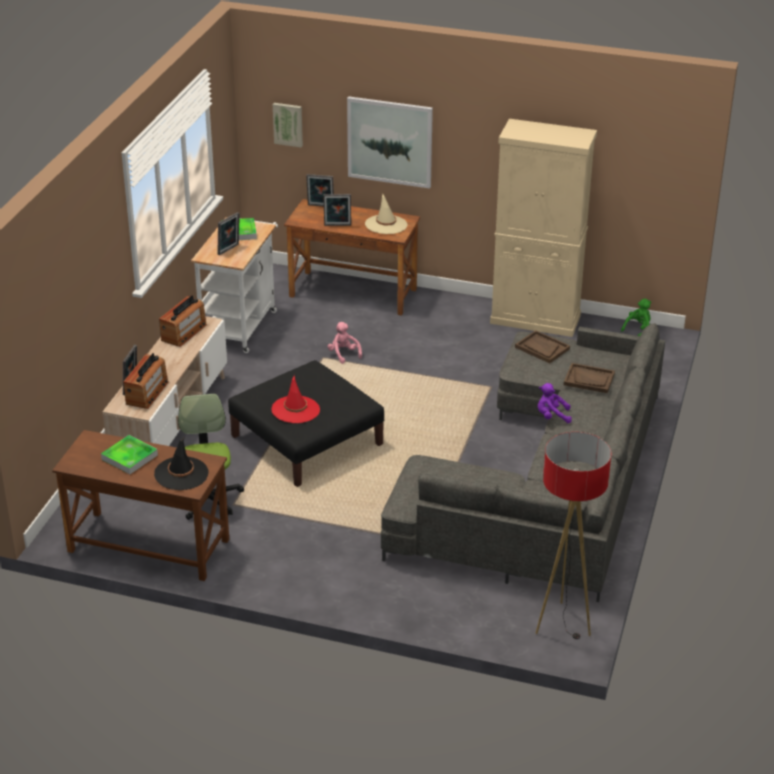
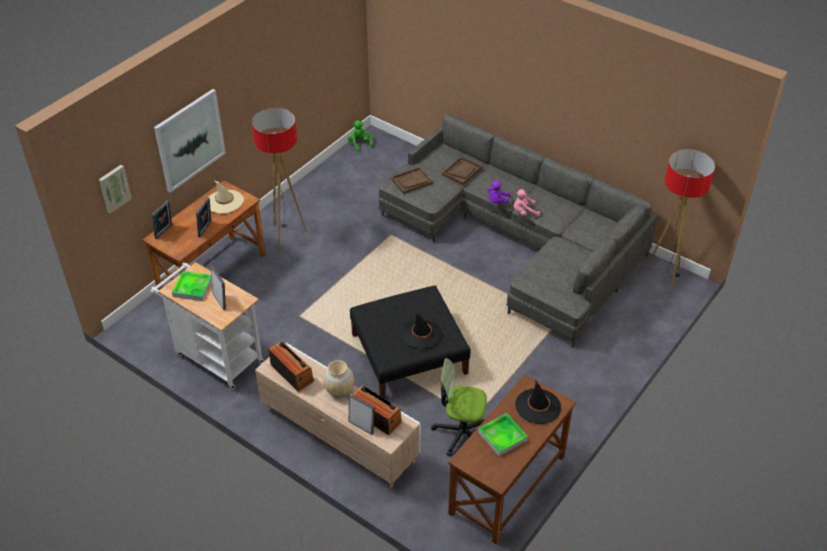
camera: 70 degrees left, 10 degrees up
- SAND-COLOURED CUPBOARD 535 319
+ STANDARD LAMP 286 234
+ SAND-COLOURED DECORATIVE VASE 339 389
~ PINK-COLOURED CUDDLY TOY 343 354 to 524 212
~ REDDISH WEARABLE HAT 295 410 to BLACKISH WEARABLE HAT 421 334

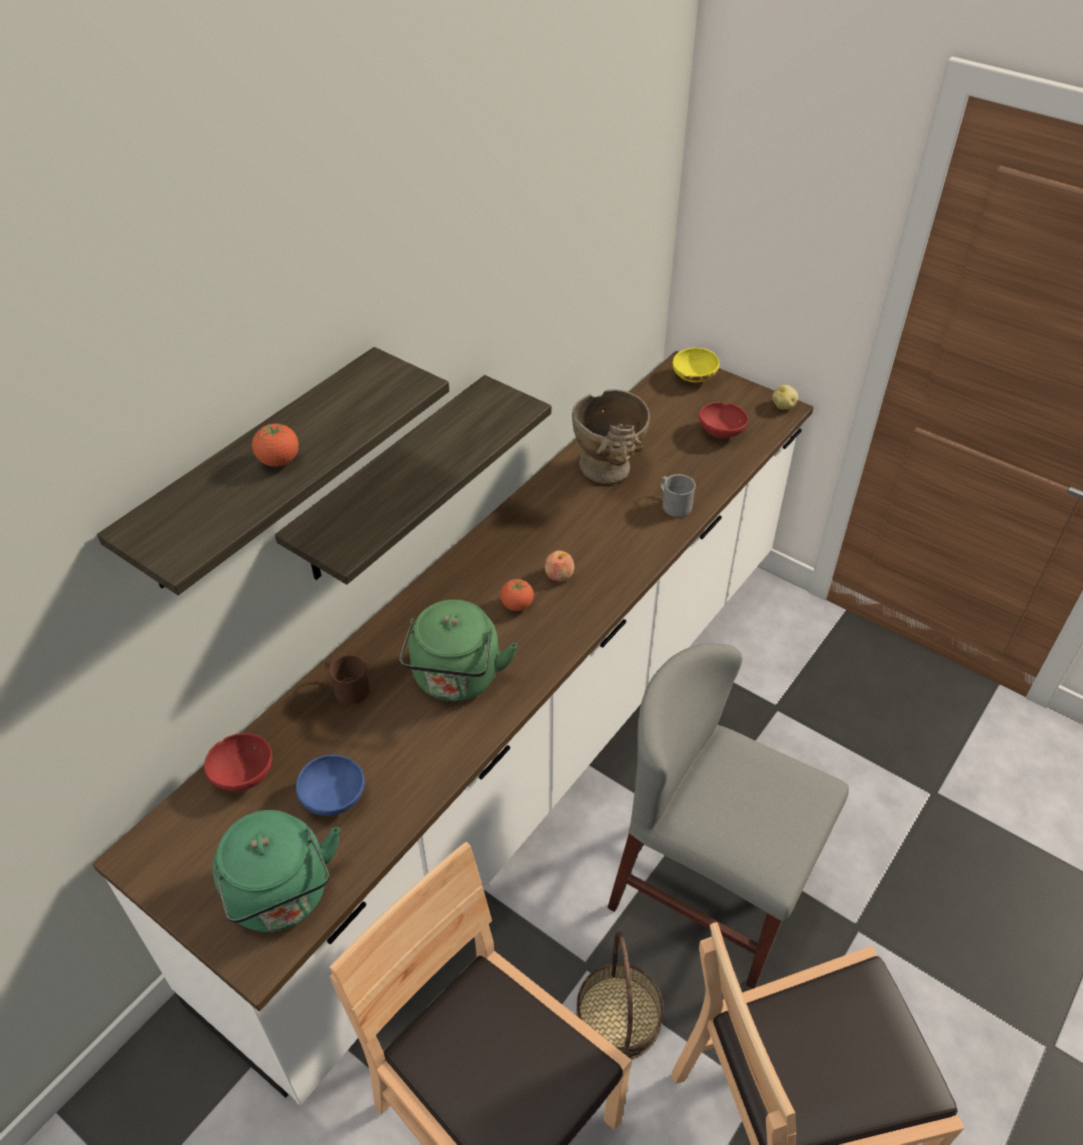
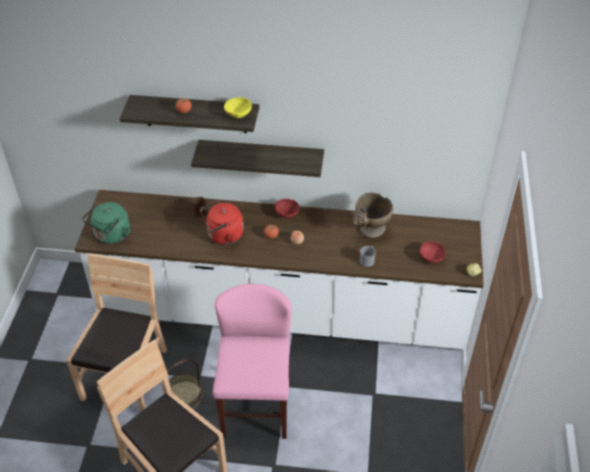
camera: 60 degrees right, 0 degrees up
- BLUISH DEEP DISH 335 798
~ REDDISH DEEP DISH 244 773 to 287 214
~ YELLOWISH DEEP DISH 693 378 to 238 114
~ GREEN-COLOURED WATER KETTLE 456 680 to REDDISH WATER KETTLE 223 236
~ GRAY CHAIR 709 893 to PINK-COLOURED CHAIR 256 405

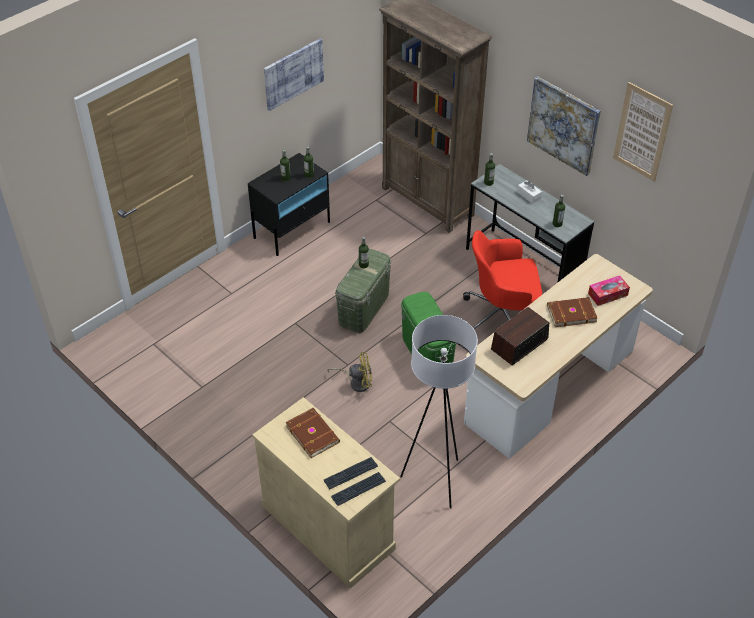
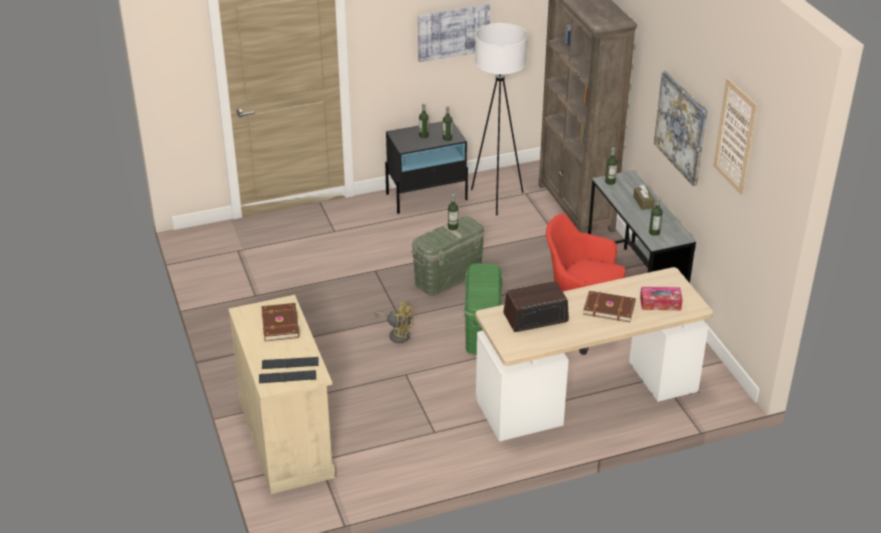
camera: 25 degrees right, 10 degrees down
~ WHITE STANDARD LAMP 435 480 to 496 198
~ WHITE TISSUE BOX 529 195 to BROWNISH TISSUE BOX 643 202

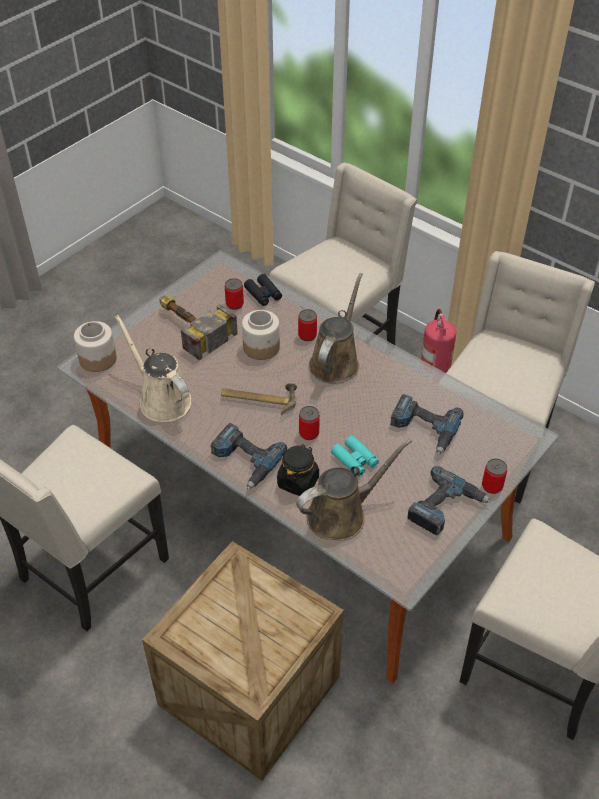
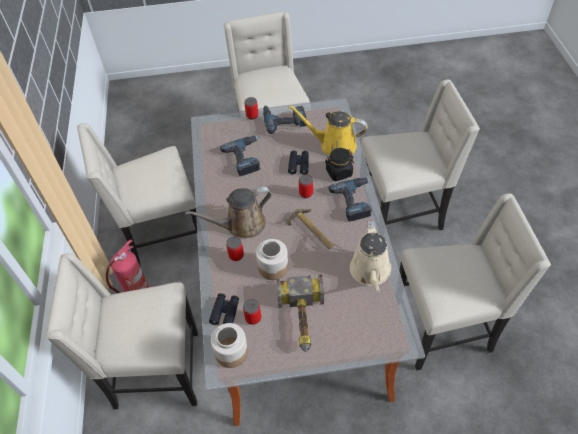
camera: 135 degrees left, 5 degrees up
~ JAR 97 358 to 231 352
~ PACKING CRATE 249 690 to SAND-COLOURED CHAIR 402 213
~ BROWNISH WATERING POT 341 514 to YELLOWISH WATERING POT 334 145
~ BLUE-GREEN FIELD GLASSES 355 460 to BLACKISH FIELD GLASSES 298 165

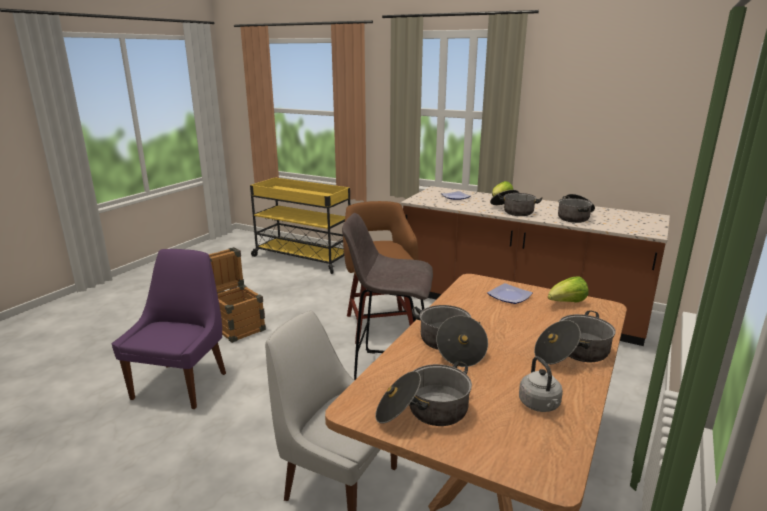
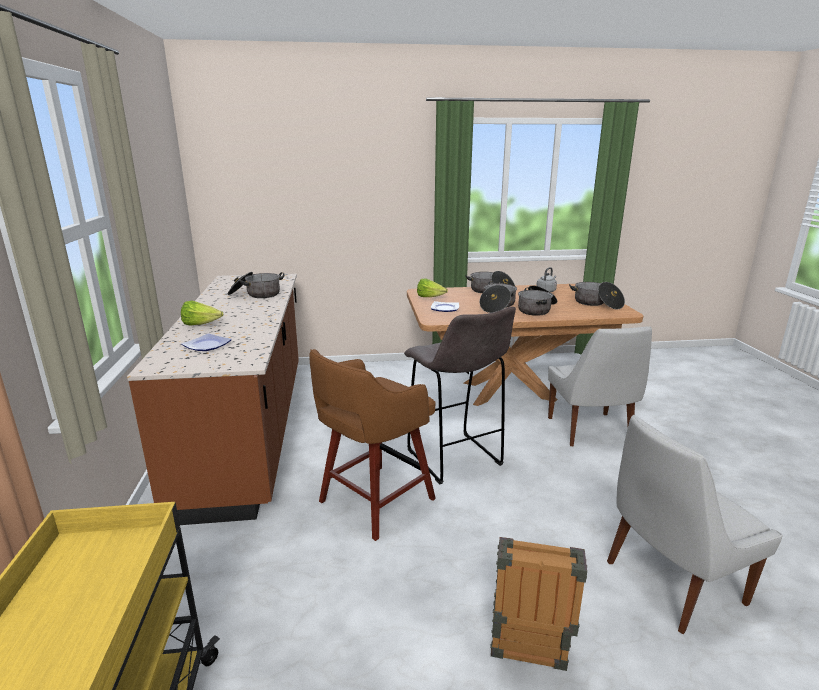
camera: 125 degrees left, 0 degrees up
~ STOCKPOT 513 211 to 497 306
~ PURPLISH CHAIR 182 384 to WHITE CHAIR 670 583

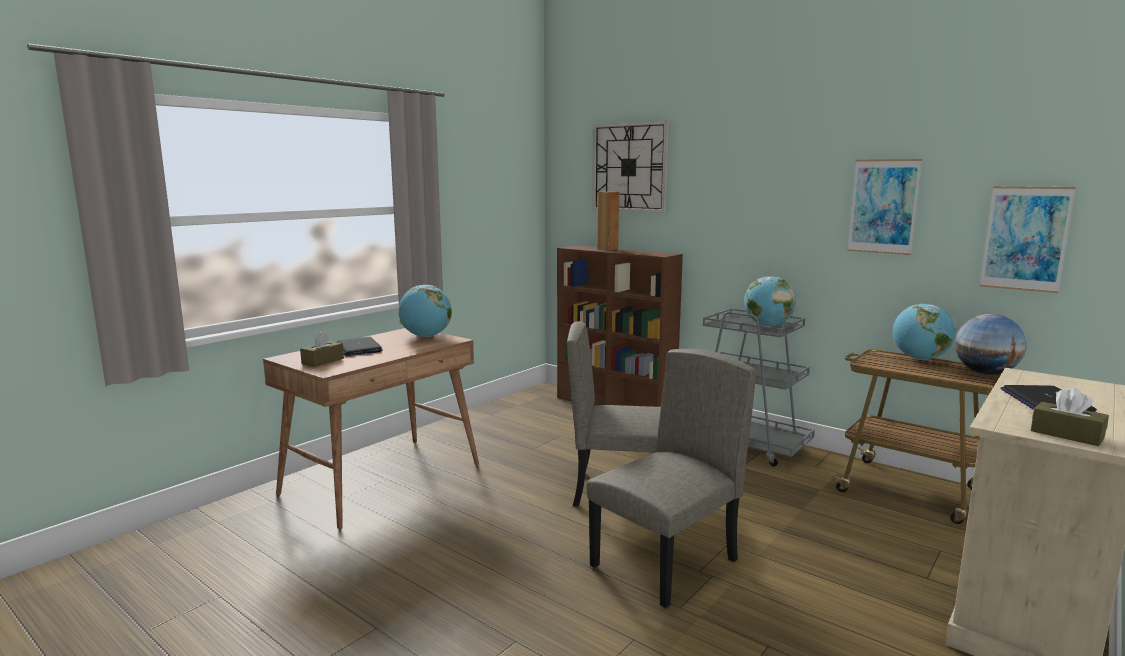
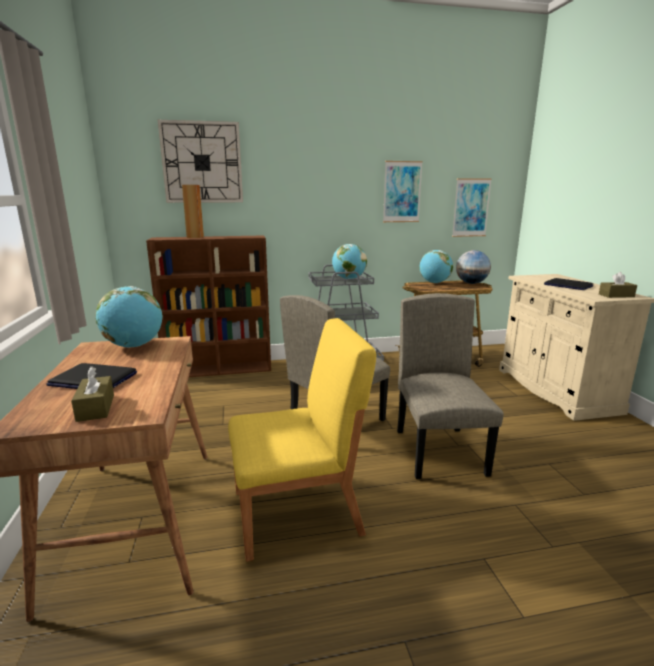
camera: 50 degrees left, 5 degrees up
+ YELLOWISH CHAIR 298 512

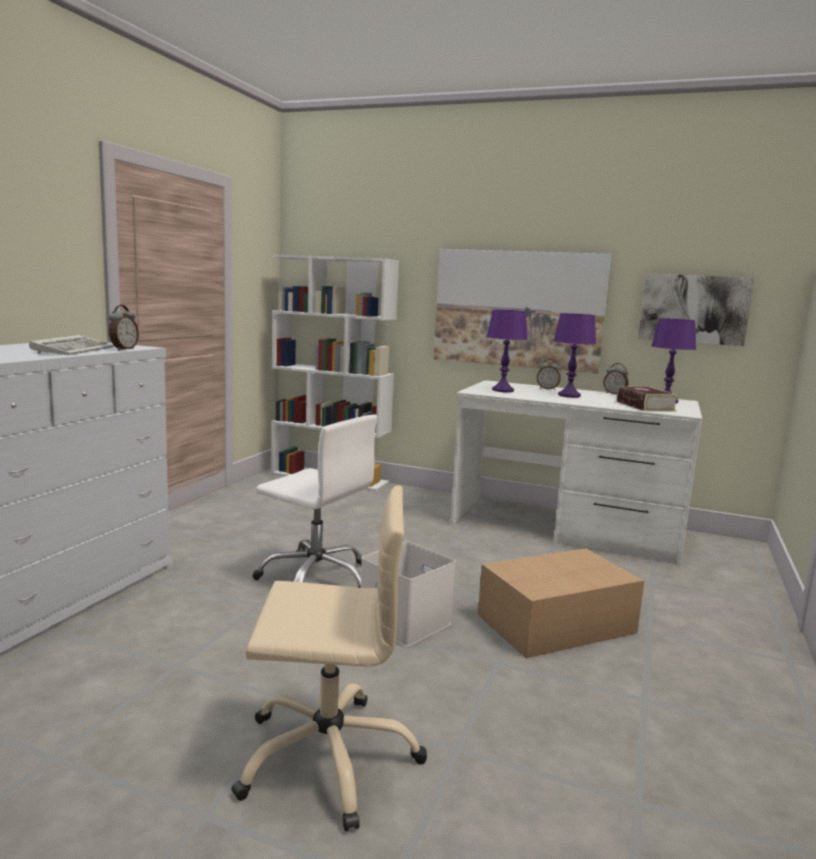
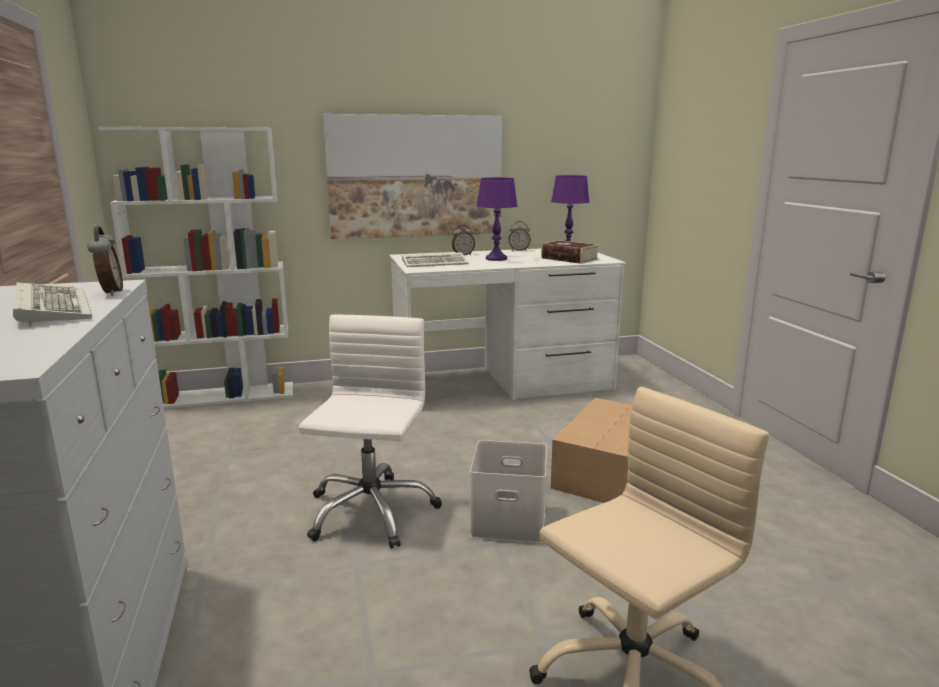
camera: 35 degrees left, 5 degrees up
- WALL ART 694 309
~ PURPLISH TABLETOP LAMP 503 390 to PC KEYBOARD 436 263
~ WHITE DESK CHAIR 316 578 = 370 511 75 degrees counterclockwise

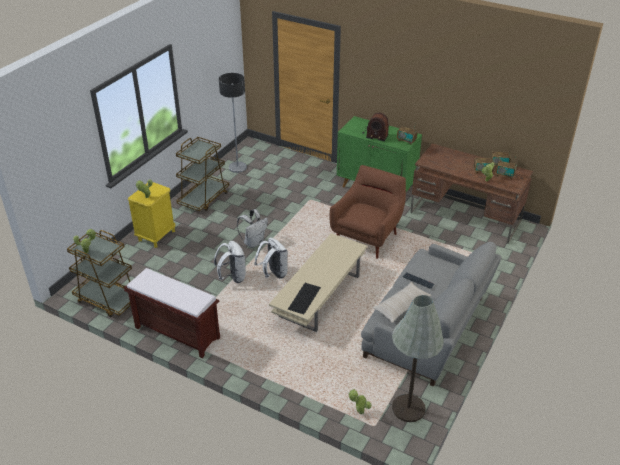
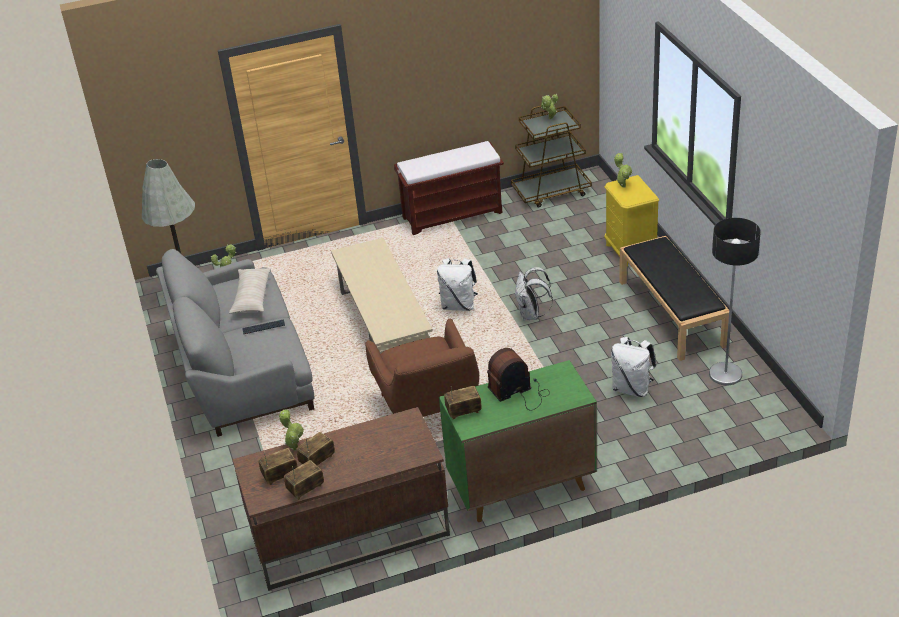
camera: 135 degrees right, 0 degrees up
- PC KEYBOARD 304 298
~ WHITE KNAPSACK 232 277 to 632 388
~ BROWNISH CART 204 198 to BLACKISH LONG SEAT 672 313

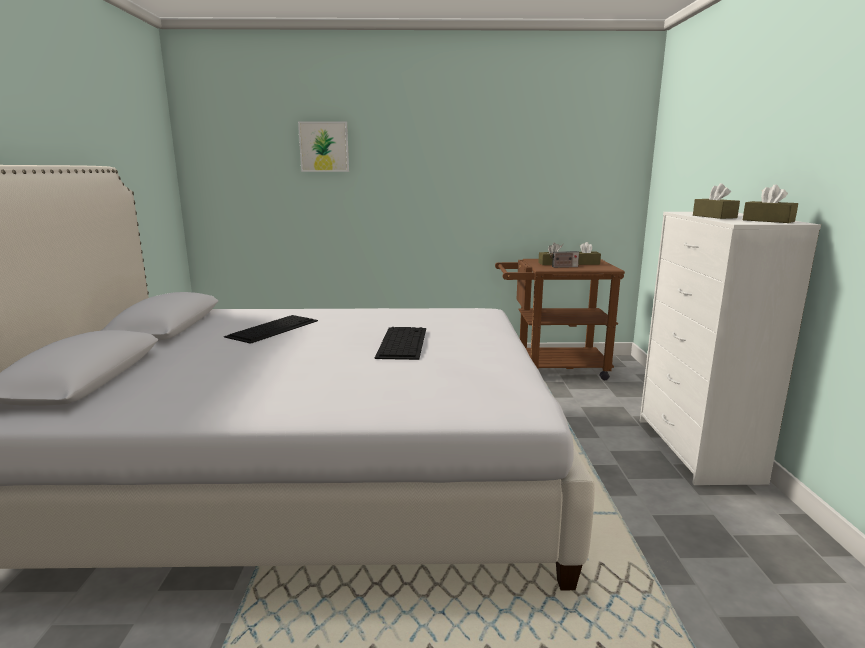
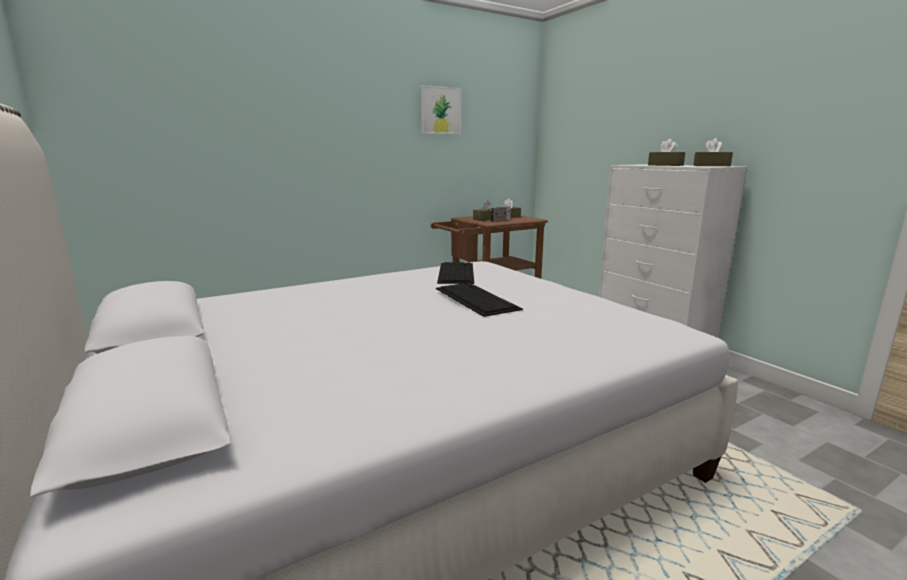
camera: 30 degrees left, 0 degrees up
~ PC KEYBOARD 273 328 to 456 272
~ WALL ART 324 147 to 440 110

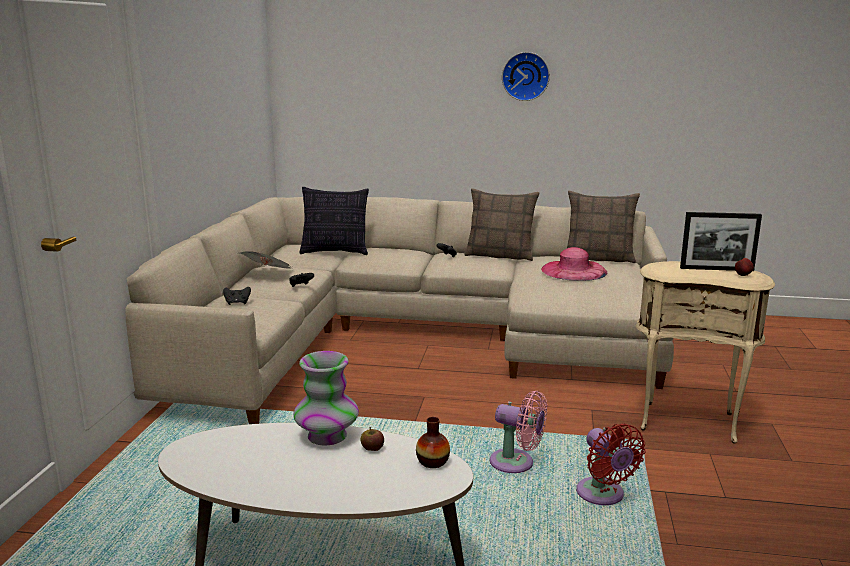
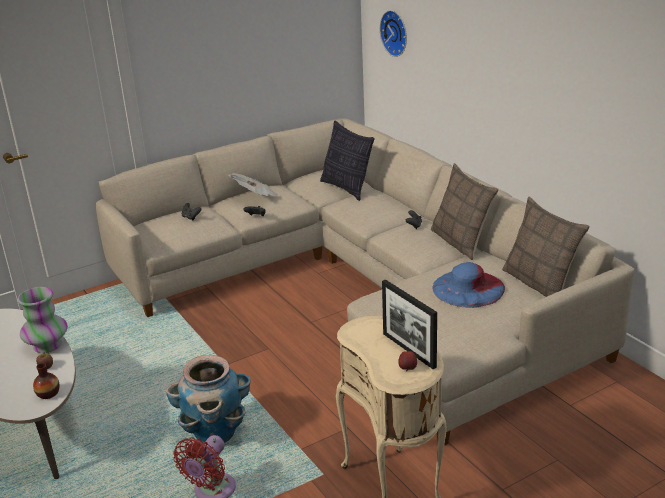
camera: 50 degrees right, 10 degrees up
~ HANGING CLOCK 525 76 to 396 33
~ PINK-COLOURED ELECTRIC FAN 516 463 to FLOWER POT 215 433
~ PINK-COLOURED WEARABLE HAT 574 270 to BLUISH WEARABLE HAT 468 288

